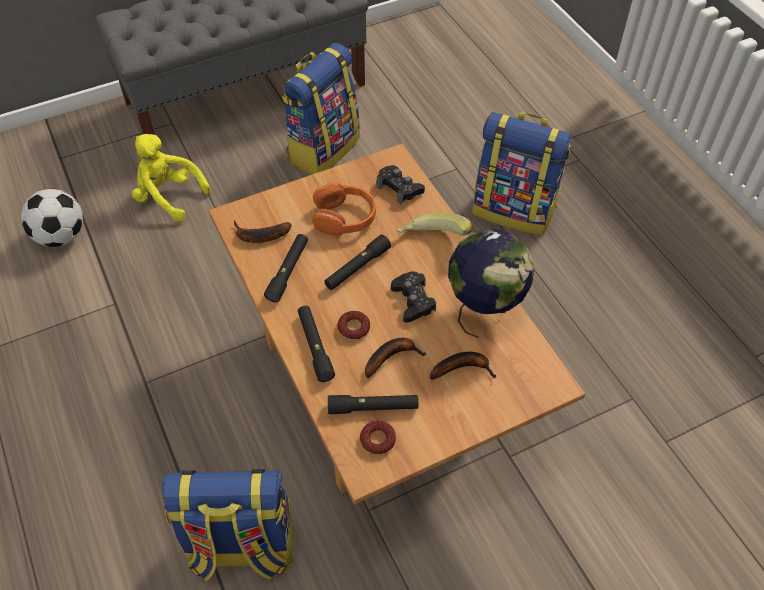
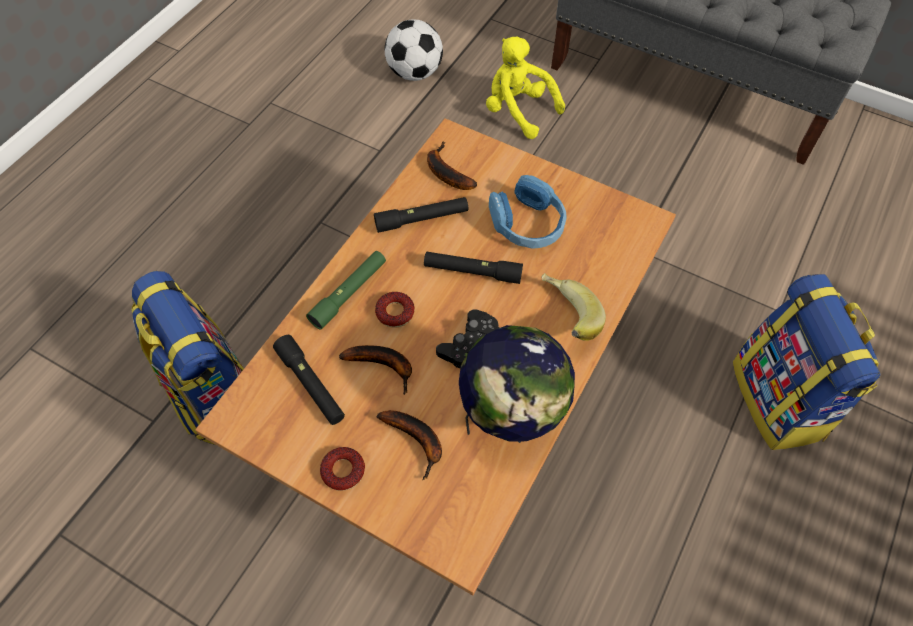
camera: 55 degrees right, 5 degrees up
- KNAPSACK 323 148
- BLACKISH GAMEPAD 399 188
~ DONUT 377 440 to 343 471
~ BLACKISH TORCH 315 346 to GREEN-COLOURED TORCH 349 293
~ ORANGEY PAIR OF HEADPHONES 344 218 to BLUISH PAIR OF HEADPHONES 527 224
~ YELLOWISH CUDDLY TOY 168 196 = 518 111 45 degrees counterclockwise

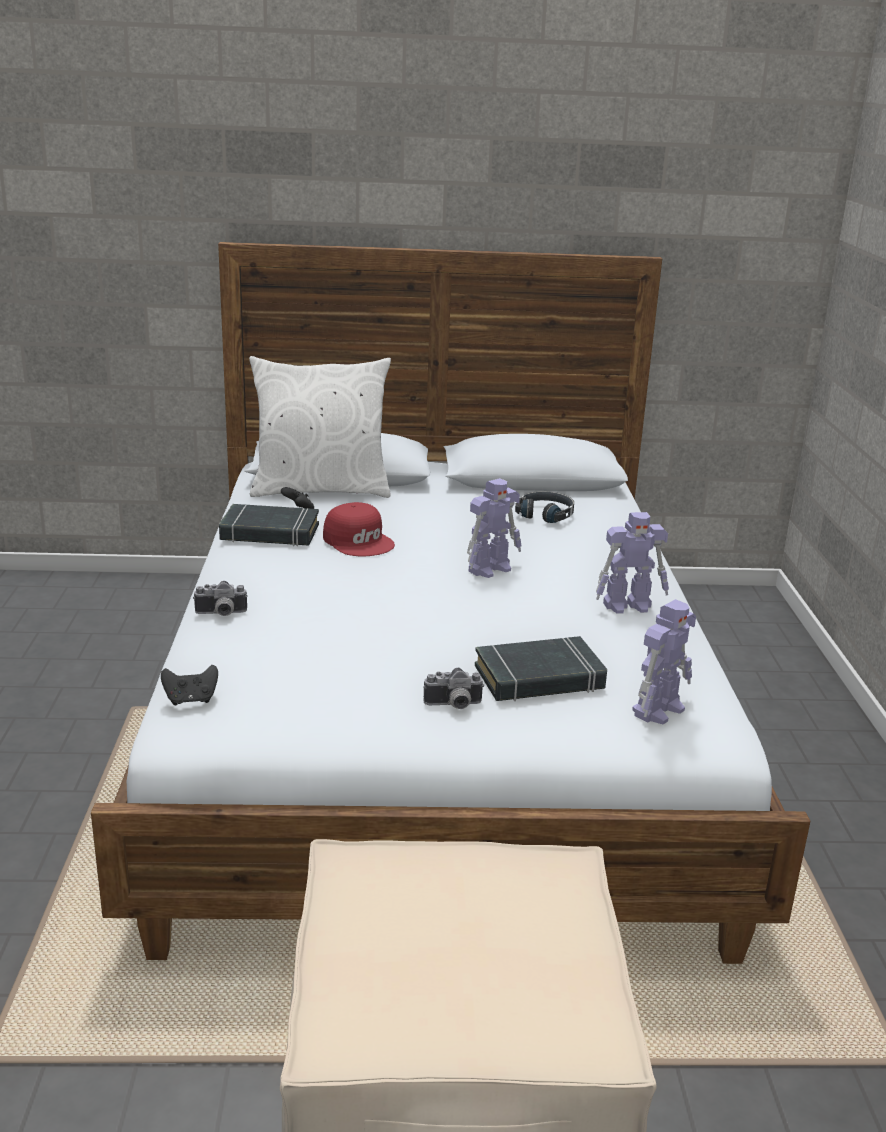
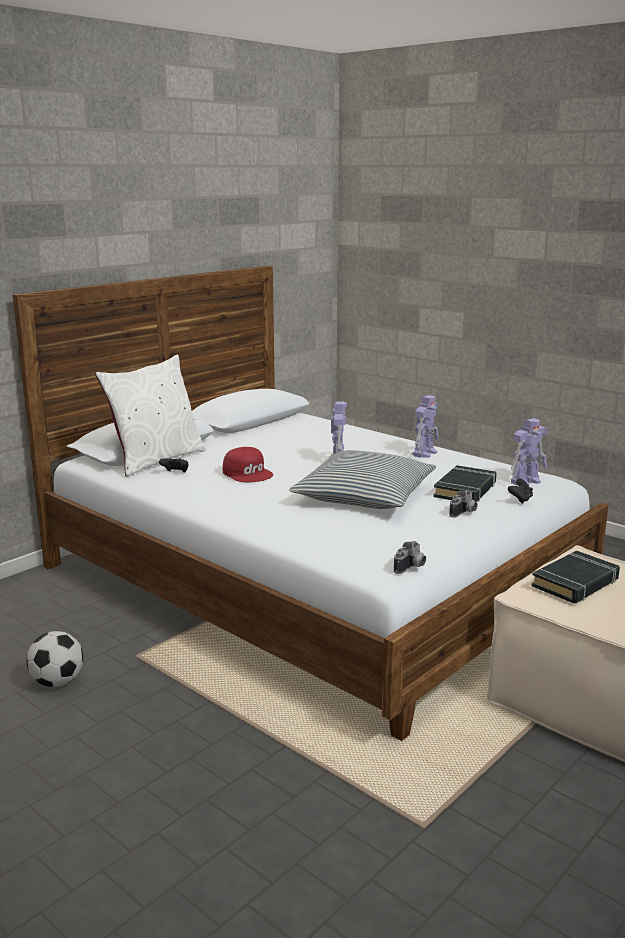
camera: 45 degrees left, 5 degrees down
- BLACKISH PAIR OF HEADPHONES 546 514
+ FOOTBALL 57 682
+ CUSHION 364 495
~ BLACKISH GAMEPAD 191 700 to 520 500
~ PHOTO CAMERA 221 614 to 411 567
~ BLACKISH VOLUME 269 533 to 575 583
~ REDDISH PEAKED CAP 359 541 = 248 473 45 degrees clockwise
~ MODEL ROBOT 659 709 = 526 481 60 degrees clockwise

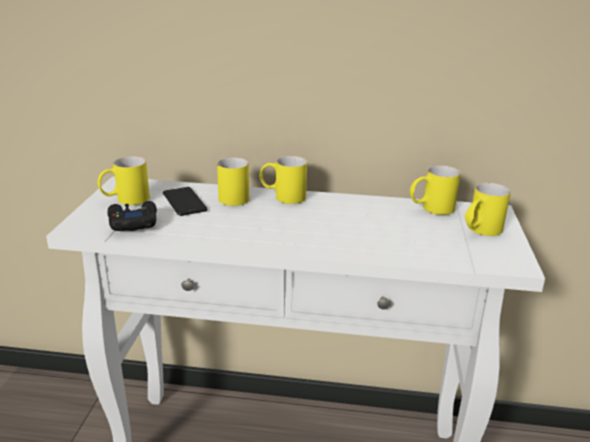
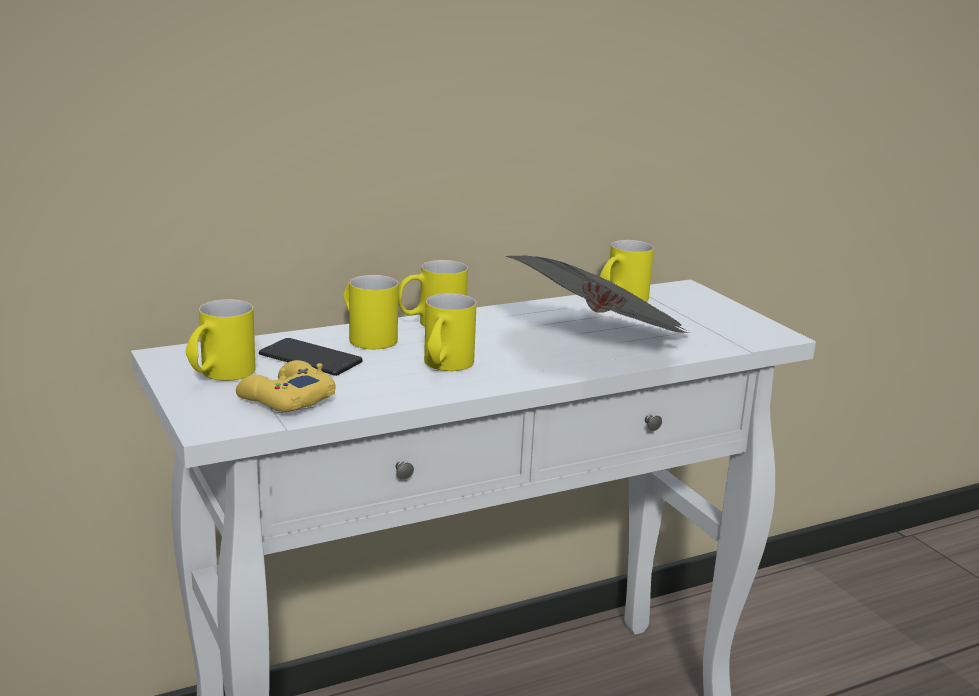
camera: 35 degrees left, 5 degrees down
+ PRINTED PAPER 603 345
~ YELLOWISH COFFEE MUG 480 231 to 445 367
~ BLACKISH GAMEPAD 133 222 to YELLOWISH GAMEPAD 285 399

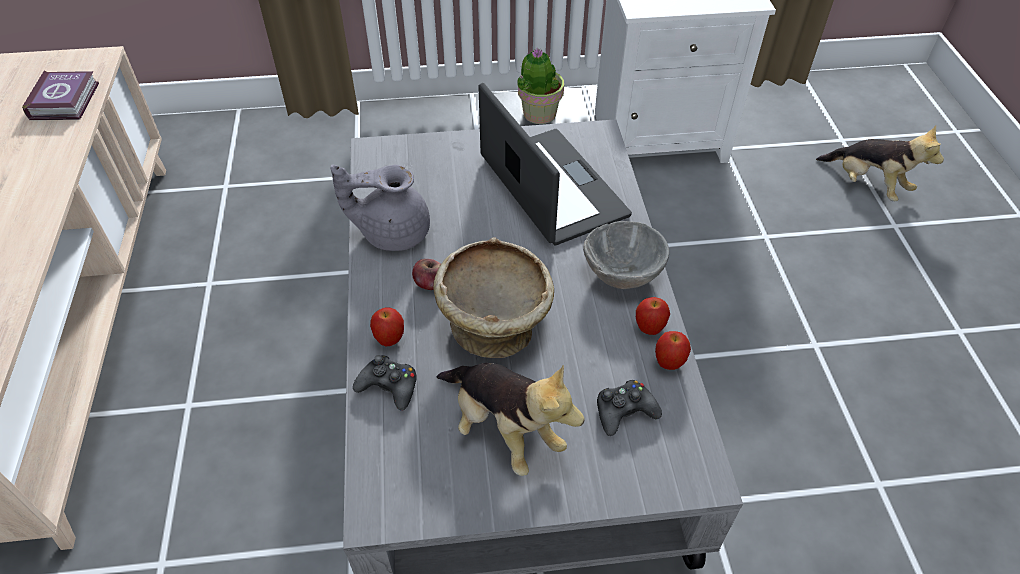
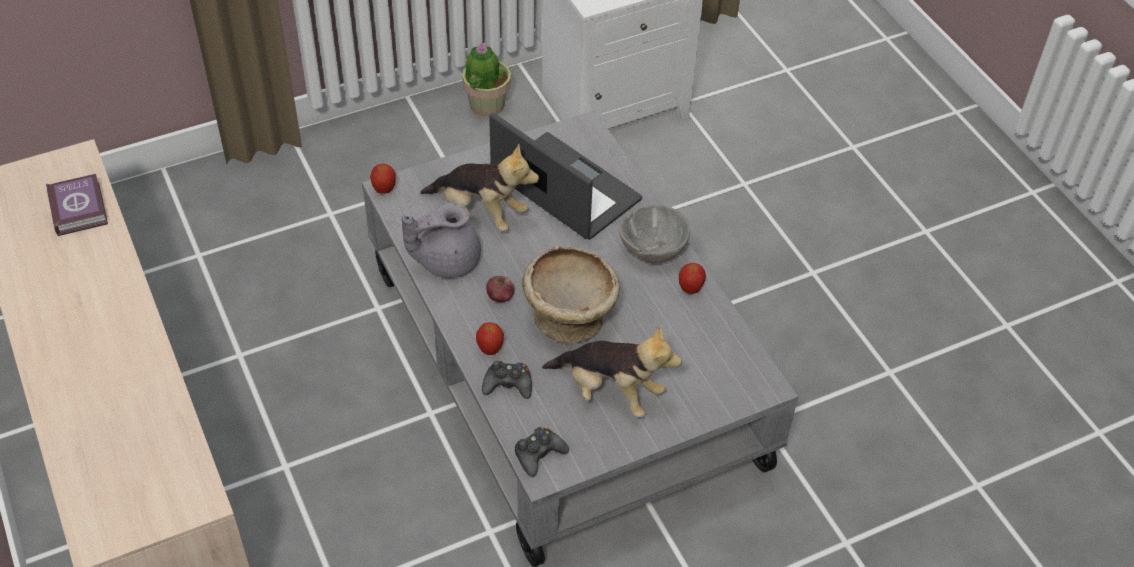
camera: 20 degrees left, 0 degrees up
~ BLACKISH GAMEPAD 624 411 to 539 454
~ APPLE 668 363 to 384 190
~ CUDDLY TOY 867 184 to 480 213

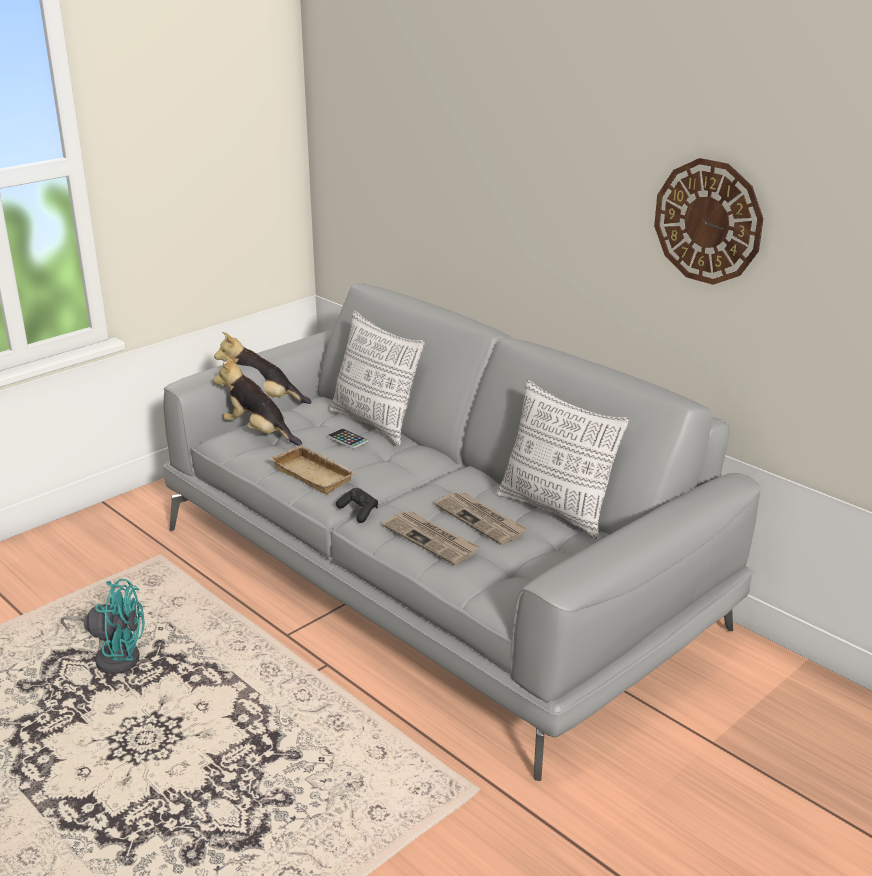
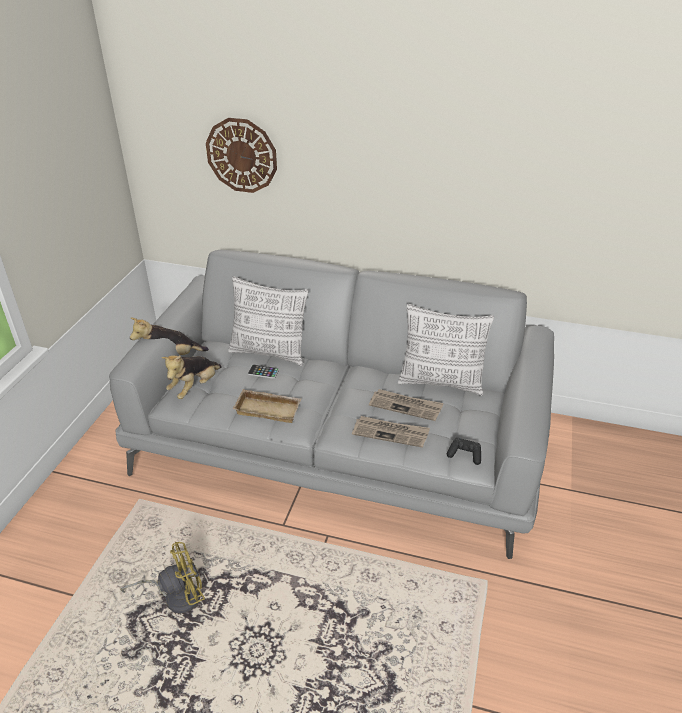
camera: 30 degrees left, 10 degrees up
~ BLACKISH GAMEPAD 358 511 to 464 455
~ HANGING CLOCK 708 221 to 241 155
~ BLUE-GREEN ELECTRIC FAN 114 655 to YELLOWISH ELECTRIC FAN 176 596
~ CUDDLY TOY 259 433 = 195 387 60 degrees counterclockwise

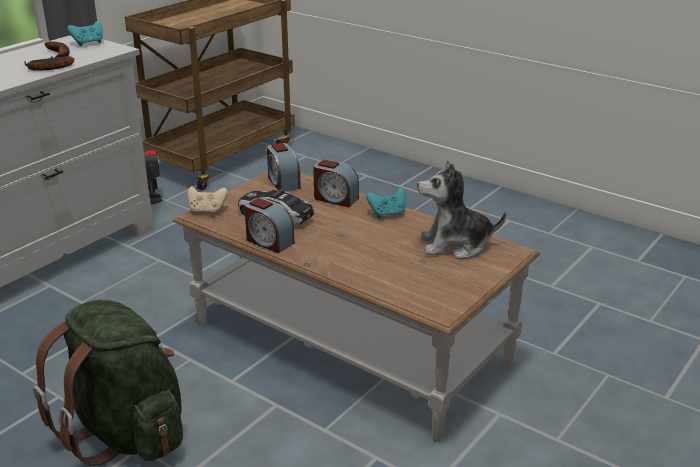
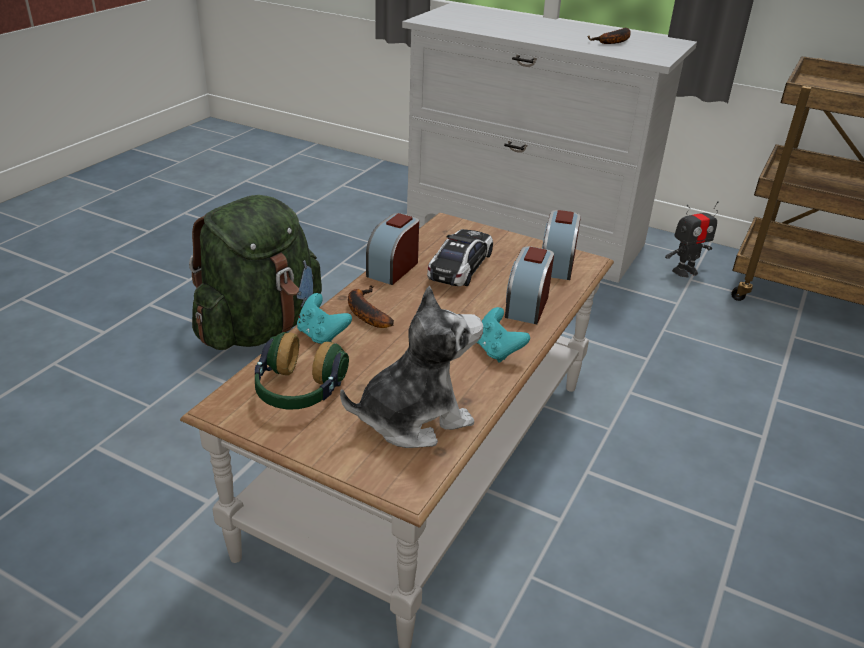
camera: 80 degrees right, 5 degrees up
- SAND-COLOURED GAMEPAD 207 210
+ PAIR OF HEADPHONES 298 391
~ WHOLE BANANA 47 68 to 365 312
~ BLUE-GREEN GAMEPAD 88 43 to 322 335
~ BEDSIDE CLOCK 283 182 = 557 264 45 degrees counterclockwise
~ CUDDLY TOY 455 245 = 413 418 75 degrees clockwise

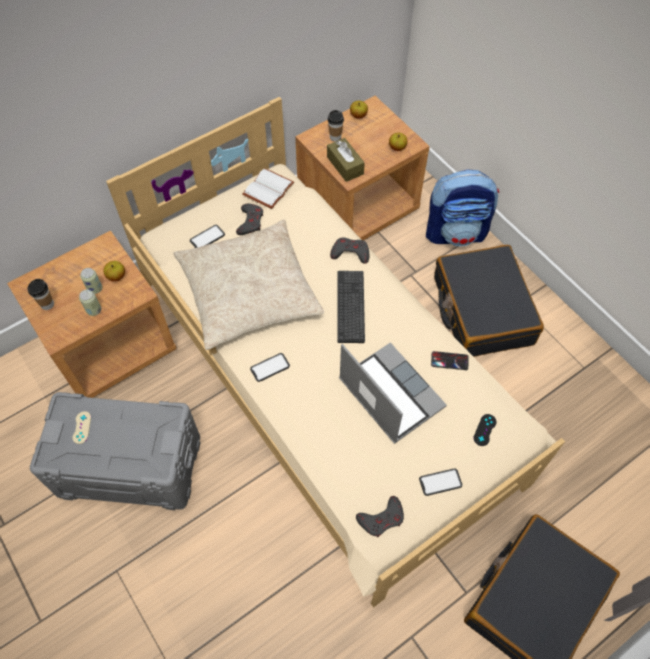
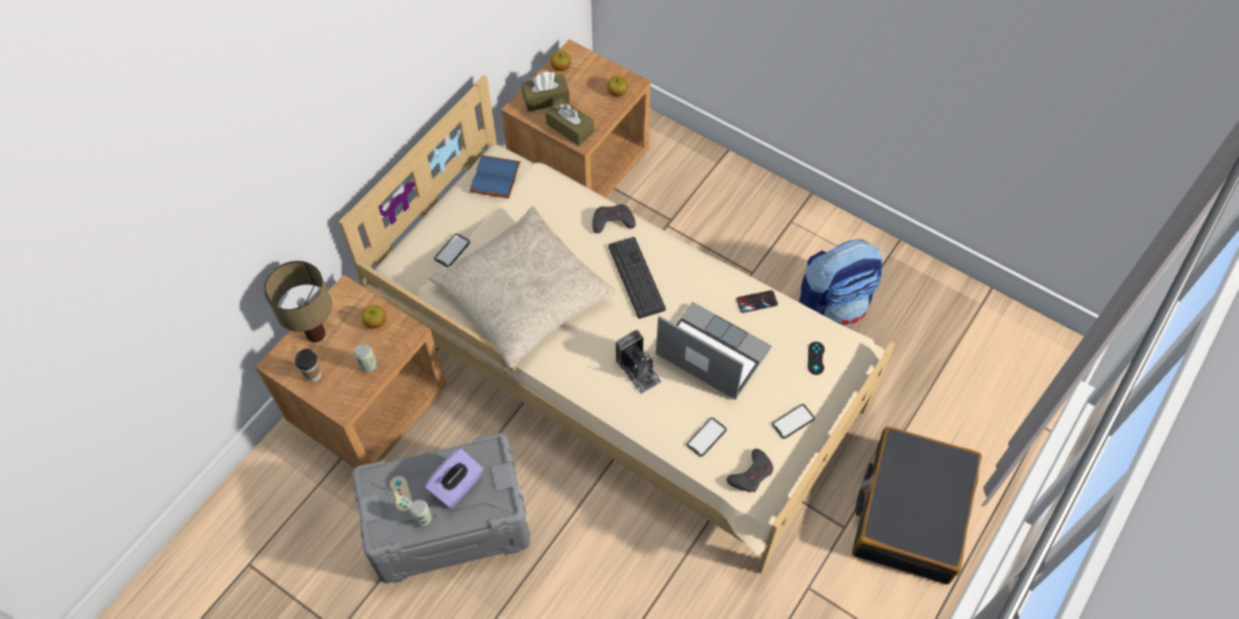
camera: 20 degrees left, 0 degrees up
- GRAY GAMEPAD 250 222
- BLACKISH SUITCASE 481 310
+ TABLETOP LAMP 316 333
+ PURPLISH TISSUE BOX 457 486
+ PHOTO CAMERA 638 370
~ SEALED CAN 95 289 to 423 518
~ PHONE 270 367 to 706 437
~ KNAPSACK 456 233 to 833 306
~ DRINKING CUP 335 137 to BROWNISH TISSUE BOX 546 99
~ WHITE VOLUME 269 190 to BLUISH VOLUME 496 178

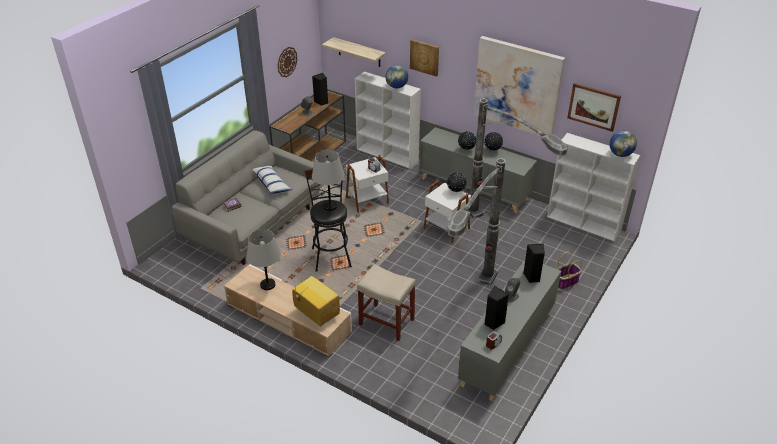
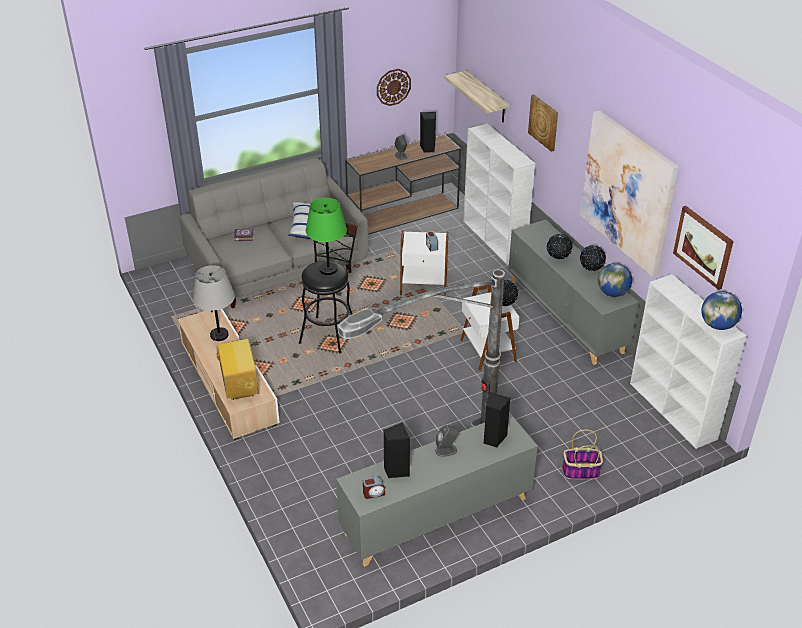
camera: 30 degrees right, 0 degrees up
- SAND-COLOURED STOOL 386 322
- STANDARD LAMP 503 239
~ DESK GLOBE 396 87 to 612 293
~ GRAY TABLETOP LAMP 330 206 to GREEN-COLOURED TABLETOP LAMP 328 269

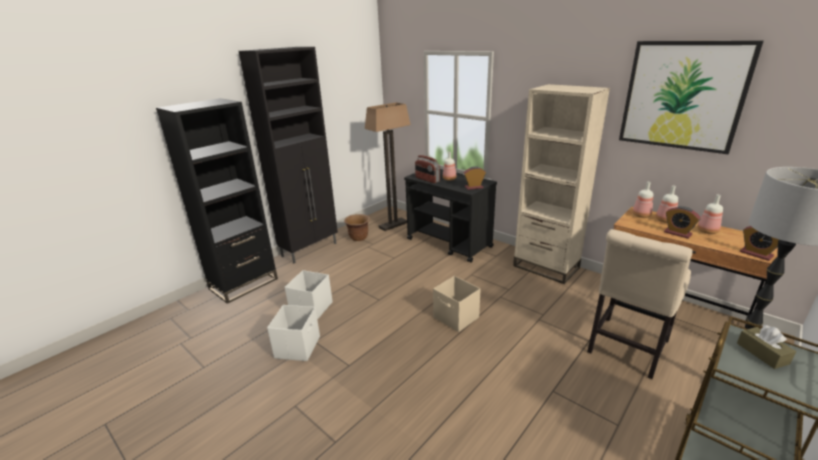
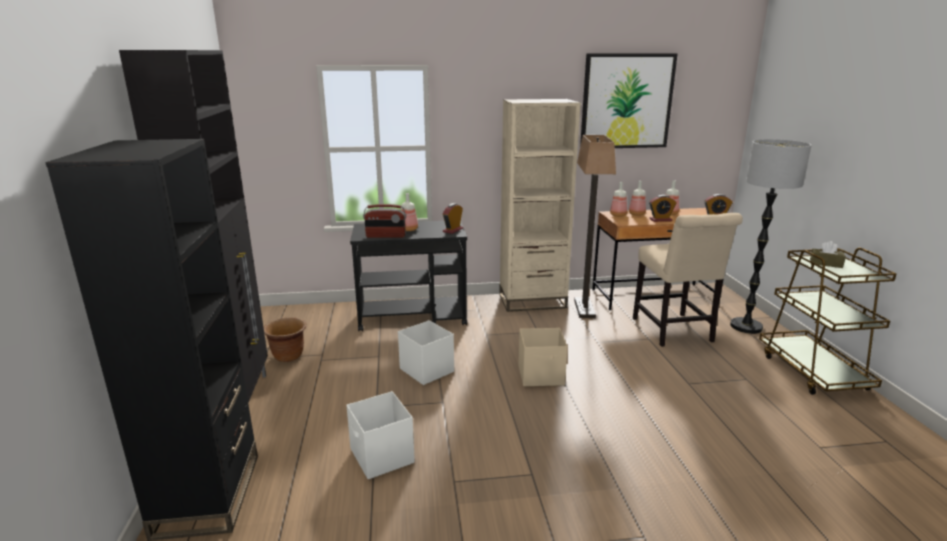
camera: 50 degrees left, 5 degrees down
~ WHITE STORAGE BOX 298 347 to 426 370
~ STANDARD LAMP 393 225 to 584 309

